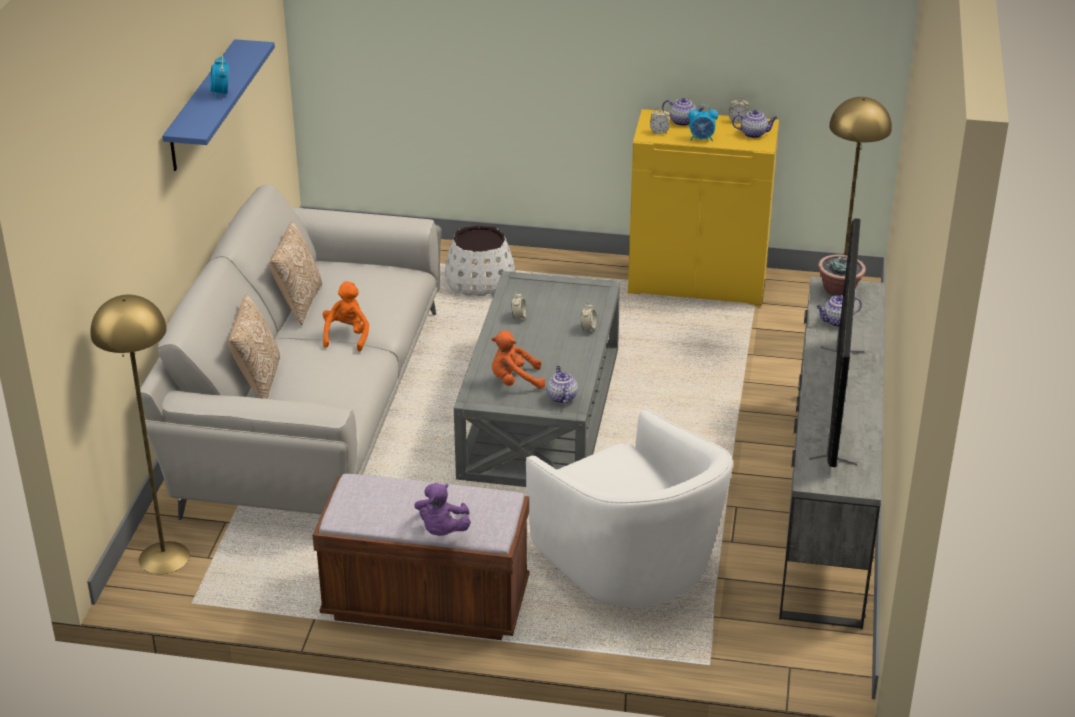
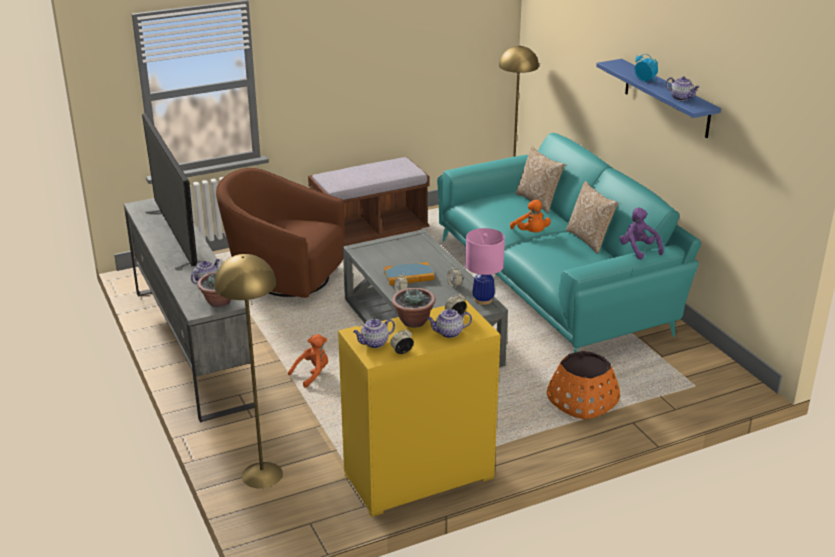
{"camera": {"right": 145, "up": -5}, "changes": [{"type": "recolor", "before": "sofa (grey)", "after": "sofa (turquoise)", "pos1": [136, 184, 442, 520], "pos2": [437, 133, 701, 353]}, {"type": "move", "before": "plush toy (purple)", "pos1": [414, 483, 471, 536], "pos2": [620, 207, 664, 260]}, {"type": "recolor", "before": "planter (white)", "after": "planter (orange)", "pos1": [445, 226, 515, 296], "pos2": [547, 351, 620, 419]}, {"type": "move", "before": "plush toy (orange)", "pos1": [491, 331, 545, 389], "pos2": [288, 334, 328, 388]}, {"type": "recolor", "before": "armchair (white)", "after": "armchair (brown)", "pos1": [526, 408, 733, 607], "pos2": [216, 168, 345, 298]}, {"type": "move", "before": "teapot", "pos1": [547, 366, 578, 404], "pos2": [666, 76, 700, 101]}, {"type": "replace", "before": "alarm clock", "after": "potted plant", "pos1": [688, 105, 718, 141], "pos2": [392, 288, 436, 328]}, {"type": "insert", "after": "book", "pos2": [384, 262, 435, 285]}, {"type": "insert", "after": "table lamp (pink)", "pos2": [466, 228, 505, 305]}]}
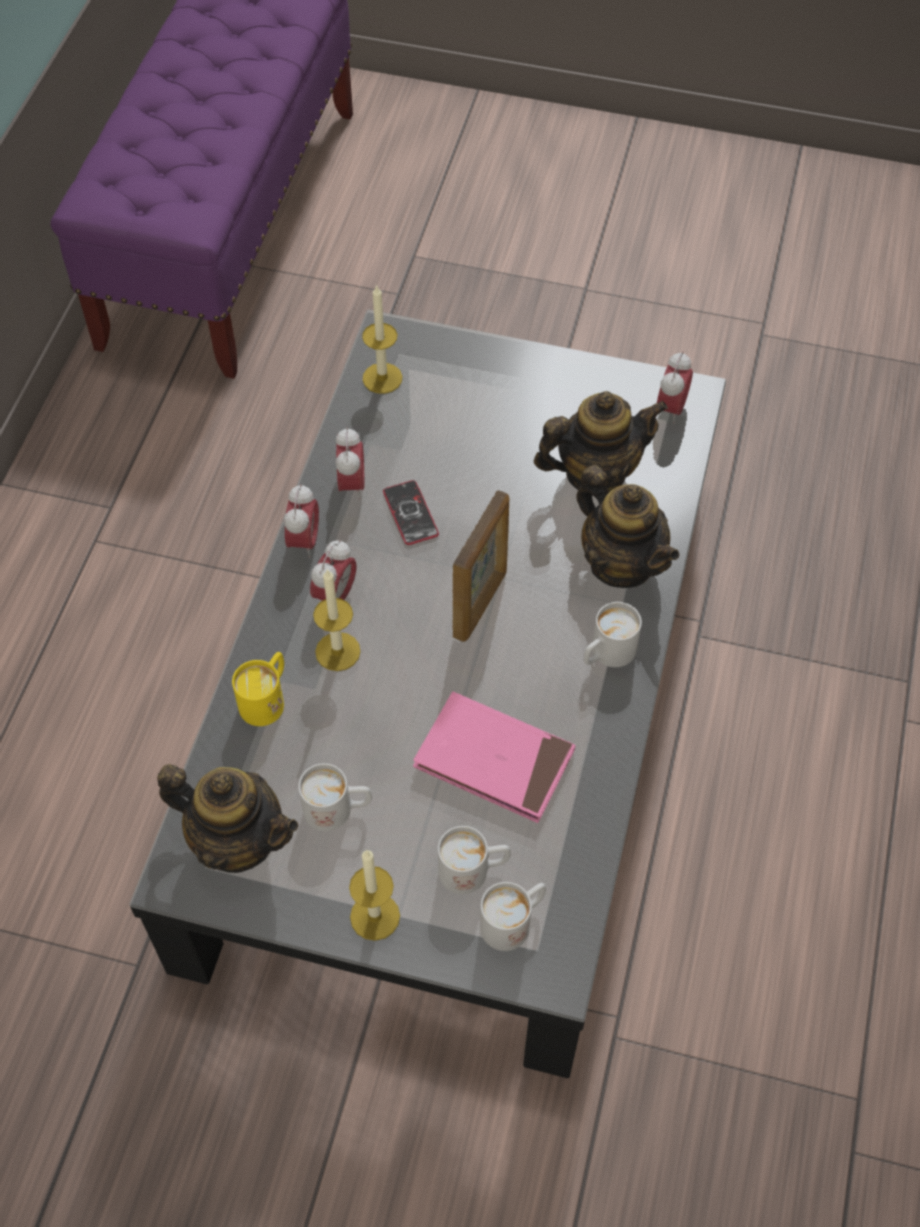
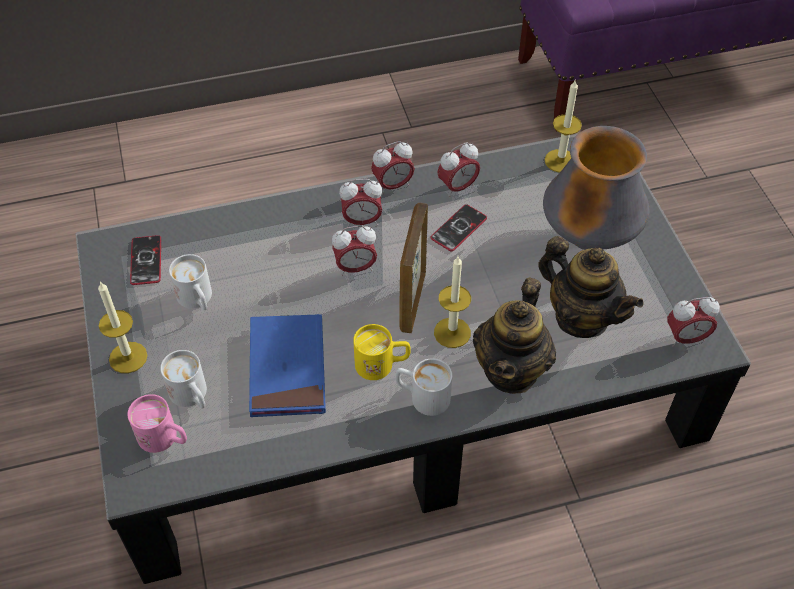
{"camera": {"right": 60, "up": -5}, "changes": [{"type": "replace", "before": "teapot", "after": "phone", "pos1": [158, 764, 298, 873], "pos2": [130, 235, 161, 285]}, {"type": "move", "before": "mug (yellow)", "pos1": [232, 652, 284, 726], "pos2": [353, 324, 411, 380]}, {"type": "move", "before": "candle", "pos1": [313, 569, 361, 671], "pos2": [434, 256, 471, 348]}, {"type": "recolor", "before": "book (pink)", "after": "book (blue)", "pos1": [413, 692, 576, 823], "pos2": [249, 314, 326, 417]}, {"type": "rotate", "before": "picture frame", "pos1": [452, 490, 509, 642], "pos2": [399, 203, 428, 333], "turn": 105}, {"type": "recolor", "before": "mug (white)", "after": "mug (pink)", "pos1": [480, 882, 546, 951], "pos2": [128, 394, 187, 453]}, {"type": "insert", "after": "alarm clock", "pos2": [332, 225, 377, 276]}, {"type": "insert", "after": "vase", "pos2": [543, 126, 649, 250]}]}
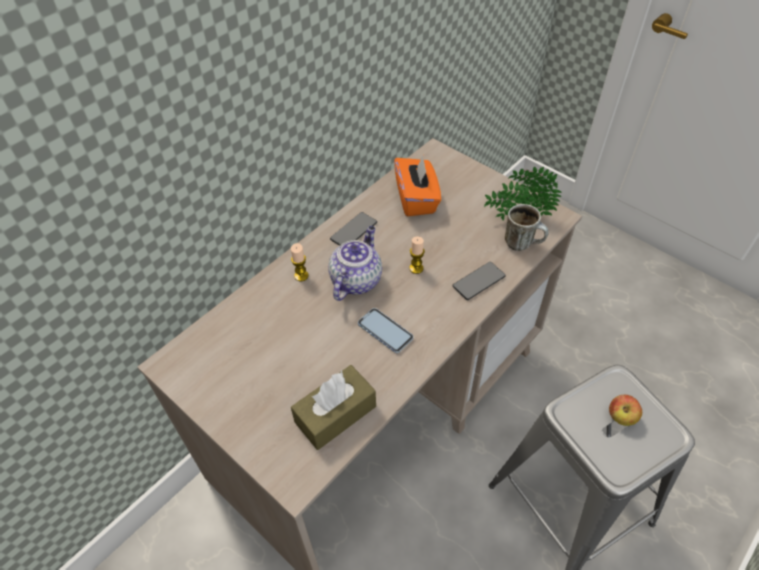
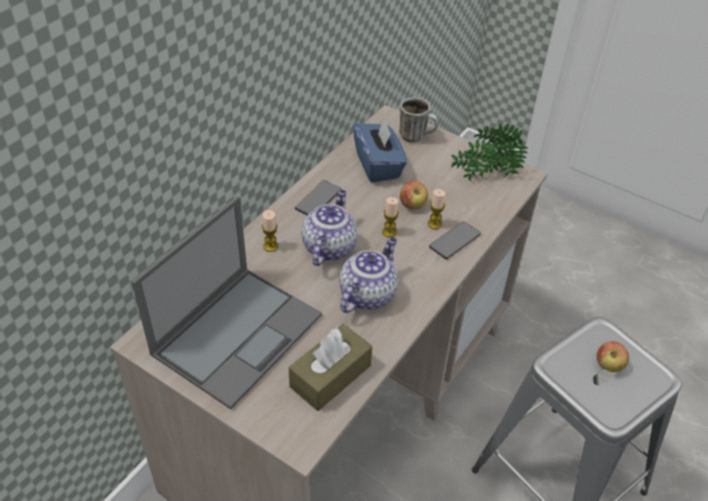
{"camera": {"right": -10, "up": -5}, "changes": [{"type": "replace", "before": "phone", "after": "teapot", "pos1": [358, 308, 414, 353], "pos2": [339, 238, 398, 313]}, {"type": "recolor", "before": "tissue box (orange)", "after": "tissue box (blue)", "pos1": [394, 156, 441, 217], "pos2": [353, 118, 407, 182]}, {"type": "move", "before": "mug", "pos1": [505, 204, 549, 251], "pos2": [399, 97, 439, 142]}, {"type": "insert", "after": "laptop", "pos2": [131, 196, 322, 409]}, {"type": "insert", "after": "apple", "pos2": [400, 181, 428, 209]}, {"type": "insert", "after": "candle", "pos2": [428, 189, 445, 229]}]}
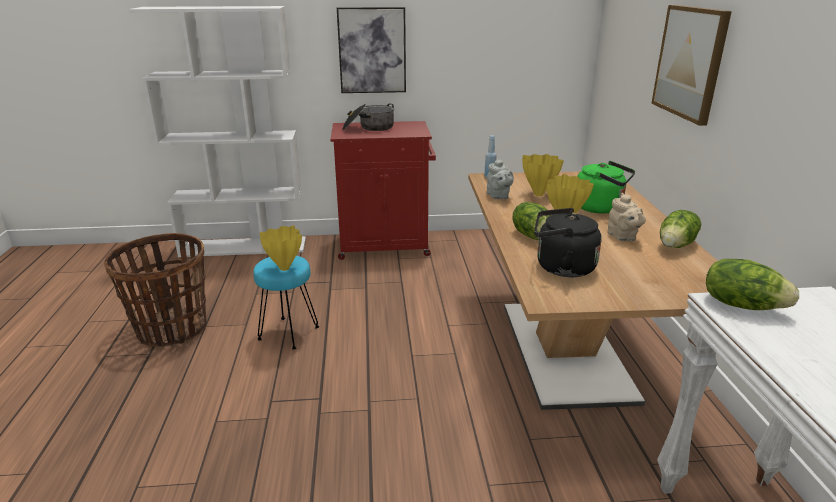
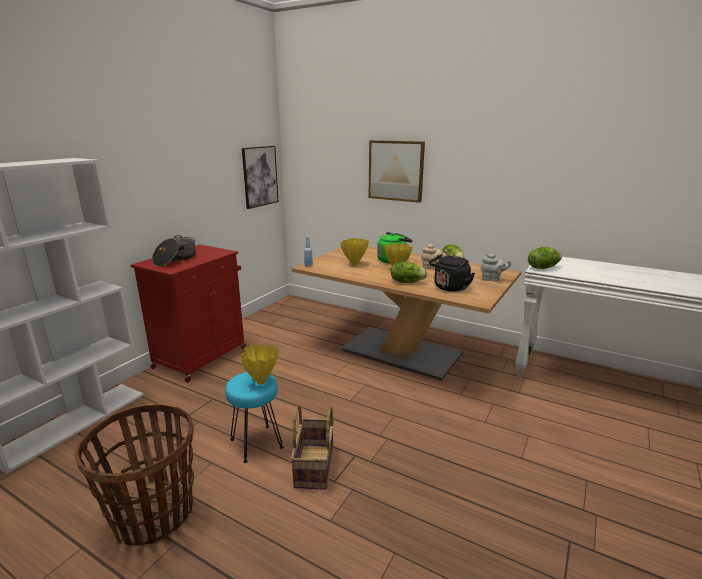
{"camera": {"right": -55, "up": -5}, "changes": [{"type": "move", "before": "picture", "pos1": [337, 7, 406, 93], "pos2": [242, 146, 278, 209]}, {"type": "move", "before": "teapot (grey)", "pos1": [487, 158, 514, 199], "pos2": [480, 253, 511, 281]}, {"type": "insert", "after": "basket", "pos2": [290, 405, 334, 490]}]}
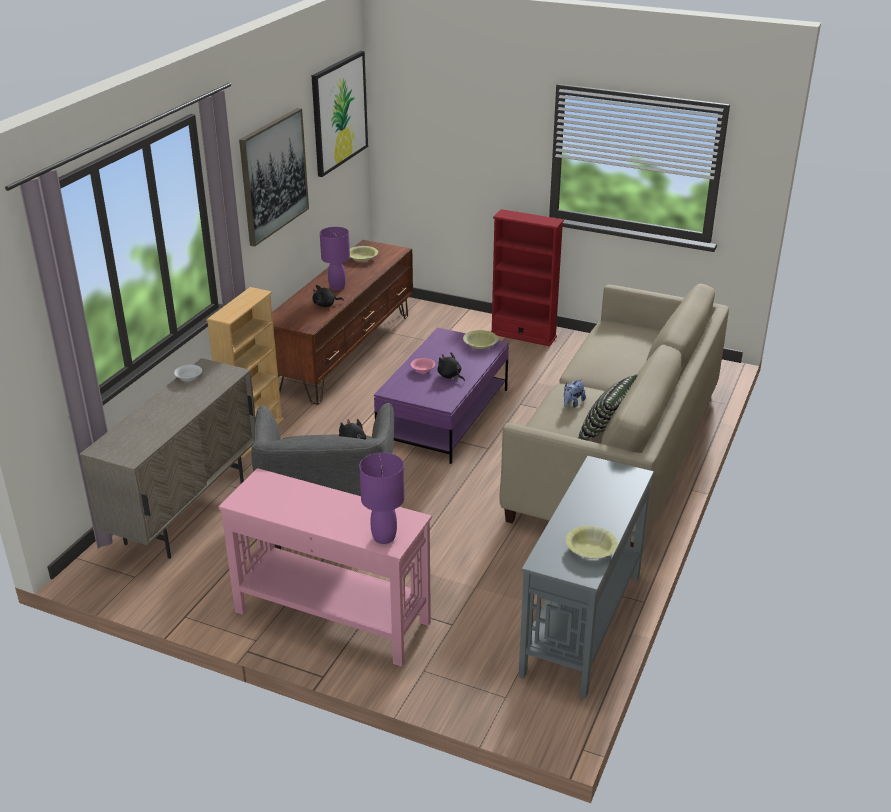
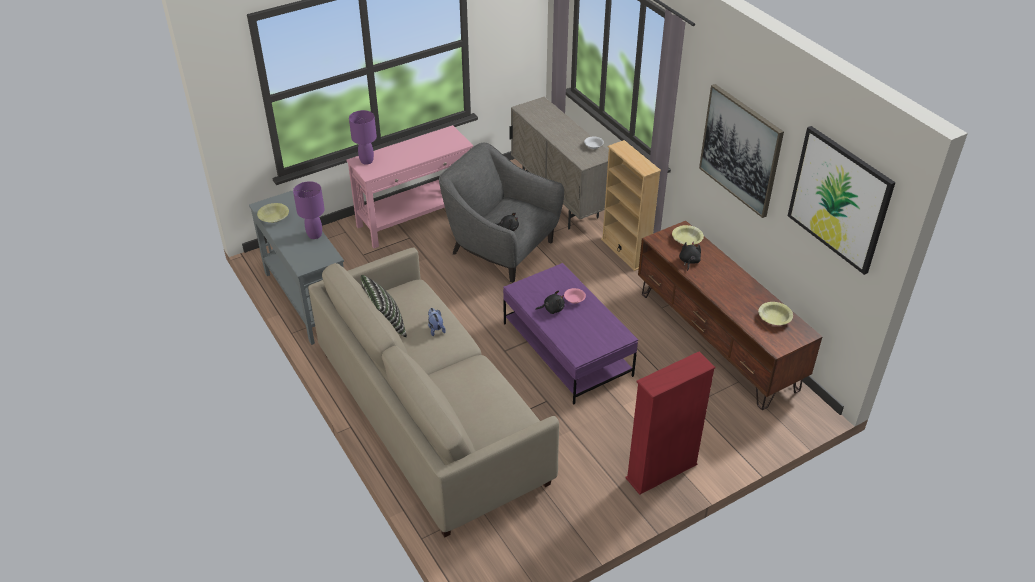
{"camera": {"right": 125, "up": 10}, "changes": [{"type": "move", "before": "table lamp (purple)", "pos1": [320, 227, 350, 291], "pos2": [293, 181, 325, 239]}, {"type": "move", "before": "bowl (yellow)", "pos1": [463, 330, 498, 349], "pos2": [672, 225, 704, 245]}]}
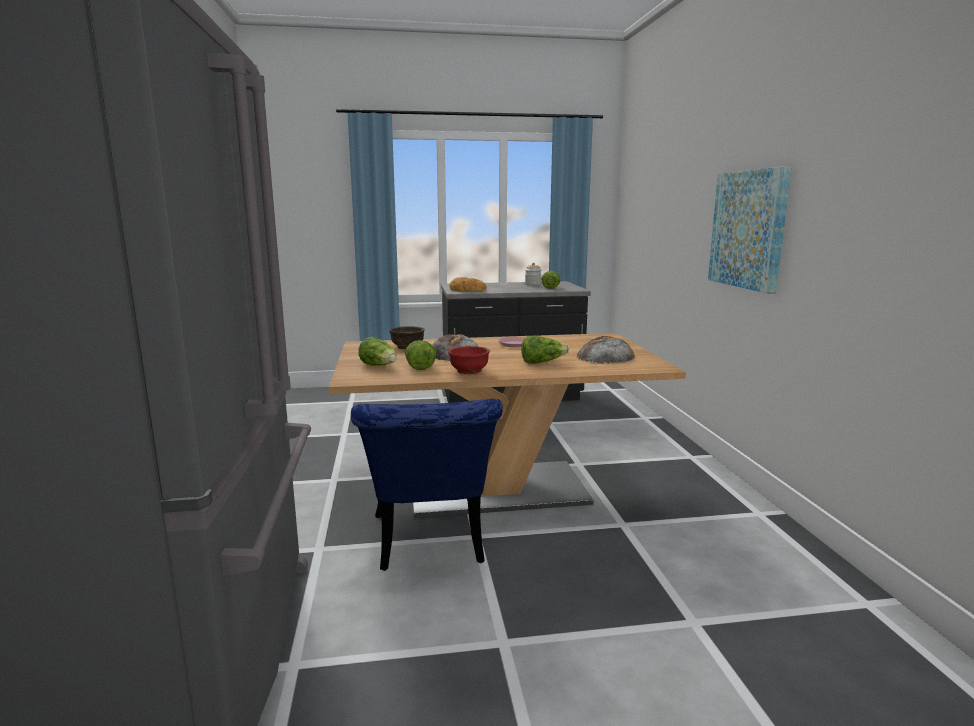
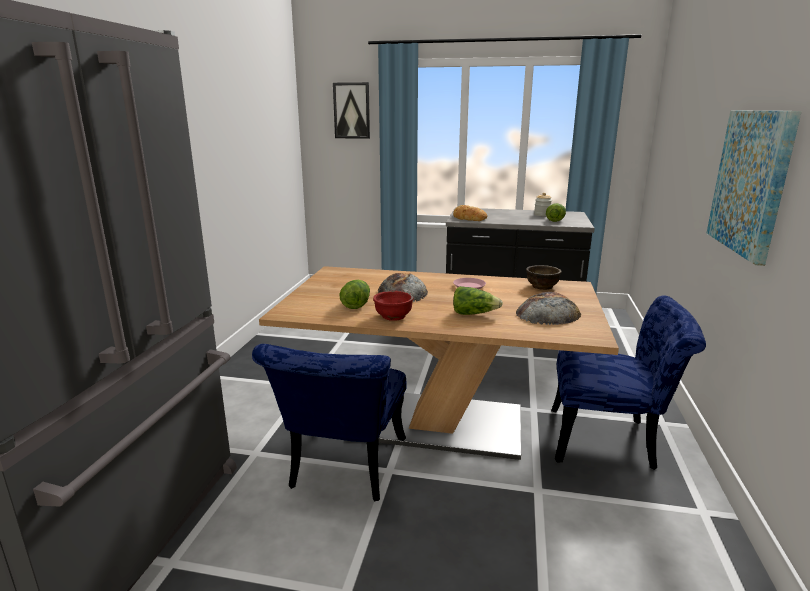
{"camera": {"right": 20, "up": 5}, "changes": [{"type": "delete", "before": "lettuce", "pos1": [358, 337, 397, 366]}, {"type": "move", "before": "bowl (brown)", "pos1": [389, 326, 425, 349], "pos2": [526, 265, 562, 290]}, {"type": "insert", "after": "picture", "pos2": [333, 82, 370, 139]}, {"type": "insert", "after": "chair (blue)", "pos2": [551, 295, 706, 470]}]}
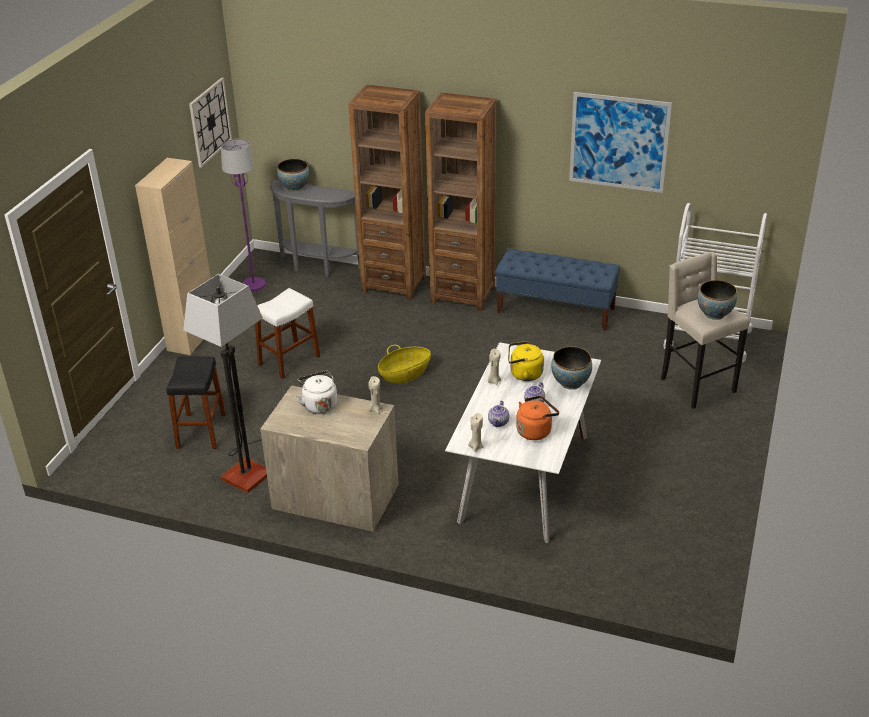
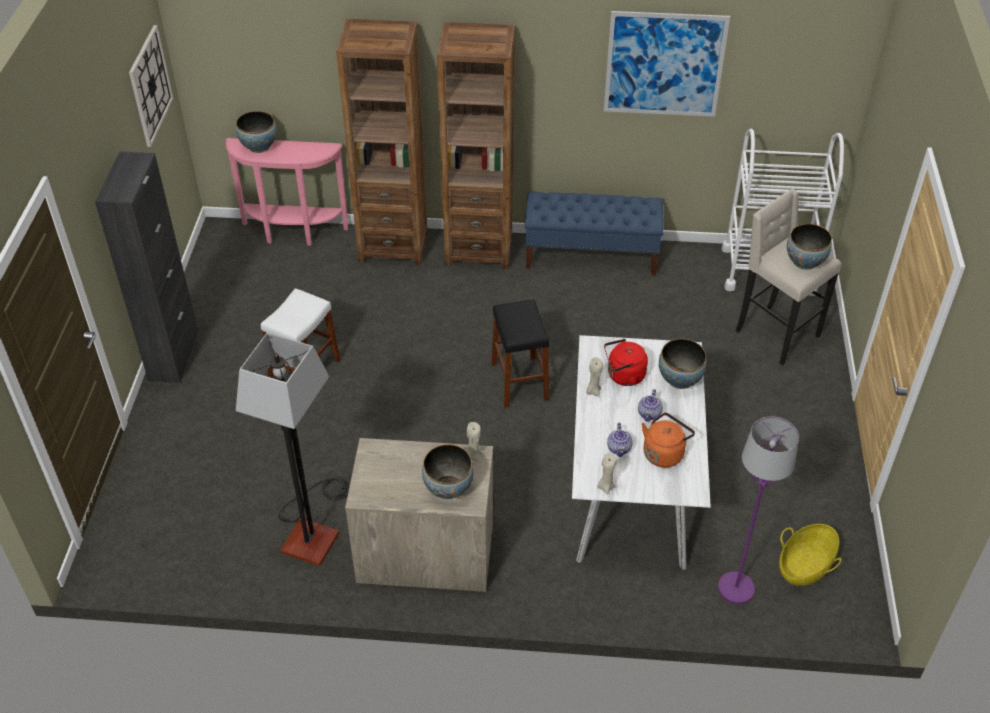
{"camera": {"right": -15, "up": 10}, "changes": [{"type": "recolor", "before": "cabinet (beige)", "after": "cabinet (black)", "pos1": [135, 158, 211, 355], "pos2": [95, 151, 198, 383]}, {"type": "move", "before": "stool (black)", "pos1": [167, 356, 226, 449], "pos2": [491, 300, 550, 407]}, {"type": "move", "before": "floor lamp (purple)", "pos1": [221, 139, 266, 291], "pos2": [718, 416, 799, 604]}, {"type": "recolor", "before": "console table (grey)", "after": "console table (pink)", "pos1": [270, 180, 360, 277], "pos2": [225, 138, 348, 246]}, {"type": "delete", "before": "kettle (white)", "pos1": [296, 371, 337, 414]}, {"type": "move", "before": "basket", "pos1": [378, 345, 431, 384], "pos2": [779, 524, 841, 586]}, {"type": "recolor", "before": "kettle (yellow)", "after": "kettle (red)", "pos1": [508, 341, 544, 381], "pos2": [604, 339, 648, 386]}, {"type": "insert", "after": "bowl", "pos2": [422, 444, 474, 499]}]}
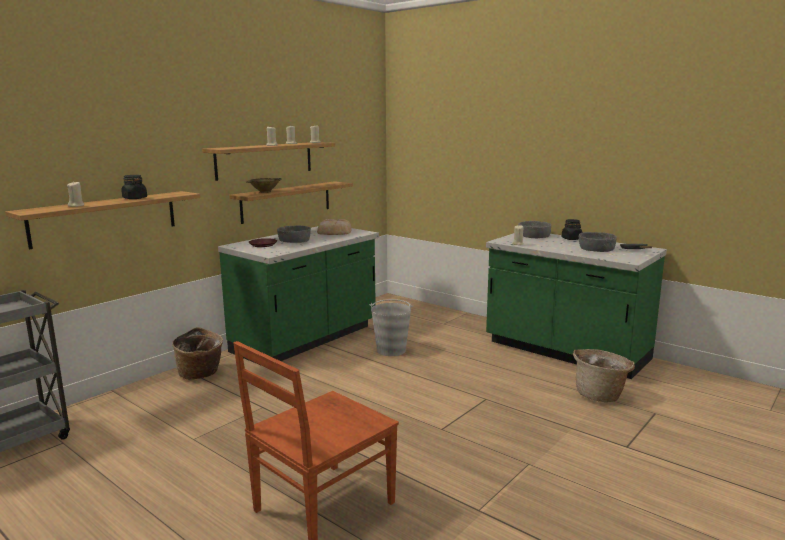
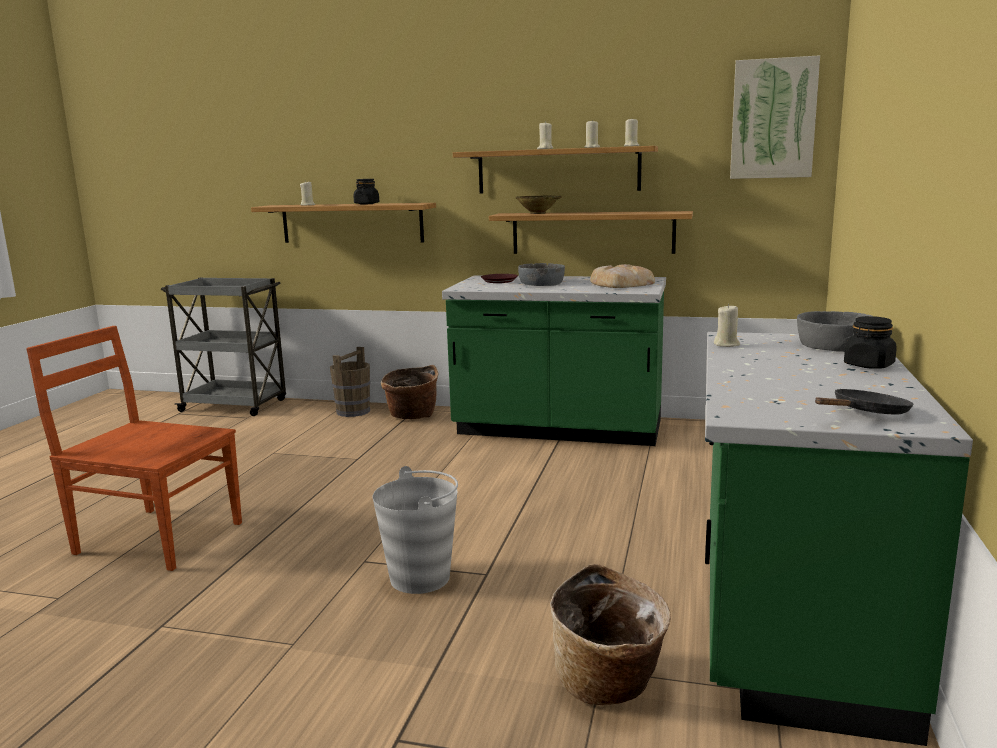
{"camera": {"right": 65, "up": 0}, "changes": [{"type": "move", "before": "bucket (grey)", "pos1": [370, 299, 413, 356], "pos2": [373, 466, 458, 594]}, {"type": "delete", "before": "bowl (grey)", "pos1": [579, 232, 617, 252]}, {"type": "insert", "after": "bucket (brown)", "pos2": [330, 347, 370, 417]}, {"type": "insert", "after": "picture", "pos2": [730, 55, 820, 179]}]}
